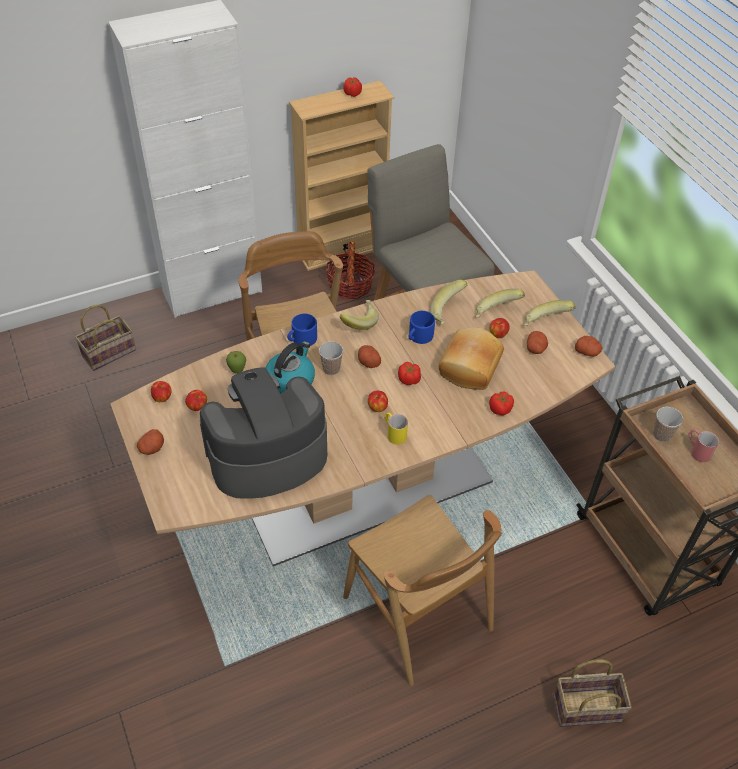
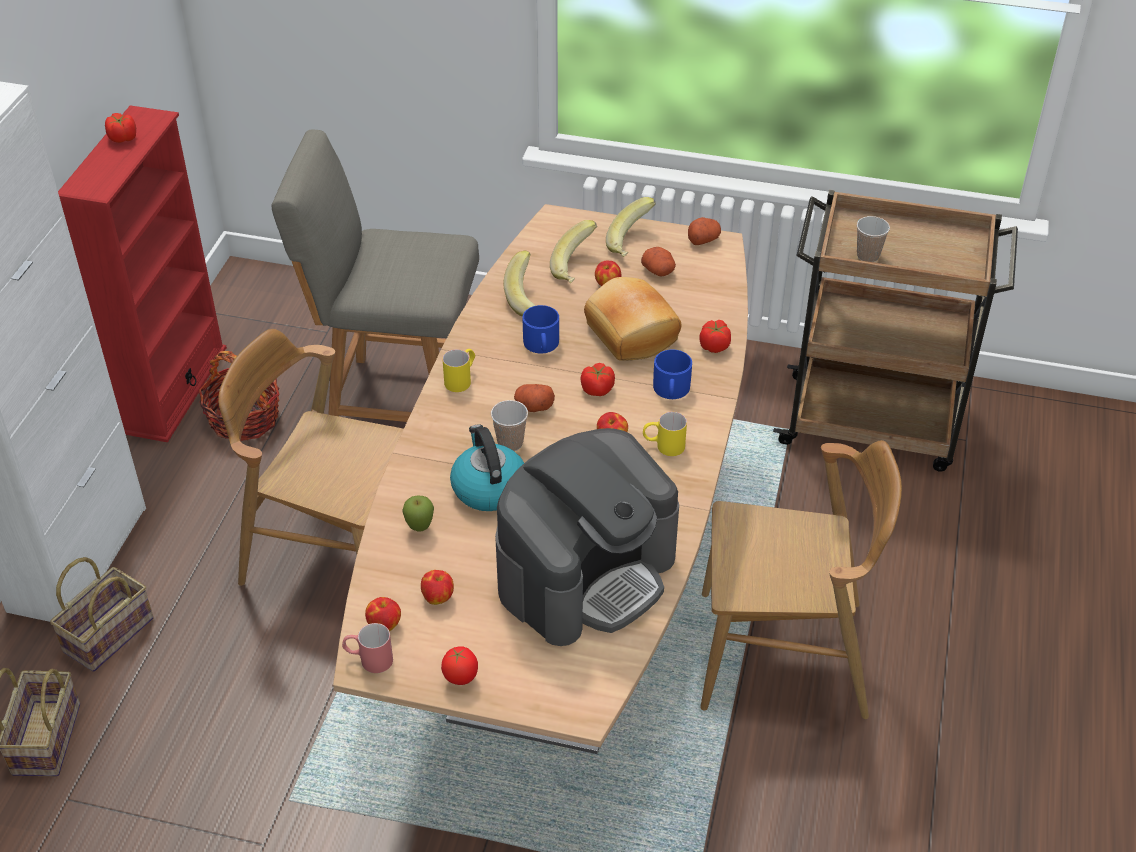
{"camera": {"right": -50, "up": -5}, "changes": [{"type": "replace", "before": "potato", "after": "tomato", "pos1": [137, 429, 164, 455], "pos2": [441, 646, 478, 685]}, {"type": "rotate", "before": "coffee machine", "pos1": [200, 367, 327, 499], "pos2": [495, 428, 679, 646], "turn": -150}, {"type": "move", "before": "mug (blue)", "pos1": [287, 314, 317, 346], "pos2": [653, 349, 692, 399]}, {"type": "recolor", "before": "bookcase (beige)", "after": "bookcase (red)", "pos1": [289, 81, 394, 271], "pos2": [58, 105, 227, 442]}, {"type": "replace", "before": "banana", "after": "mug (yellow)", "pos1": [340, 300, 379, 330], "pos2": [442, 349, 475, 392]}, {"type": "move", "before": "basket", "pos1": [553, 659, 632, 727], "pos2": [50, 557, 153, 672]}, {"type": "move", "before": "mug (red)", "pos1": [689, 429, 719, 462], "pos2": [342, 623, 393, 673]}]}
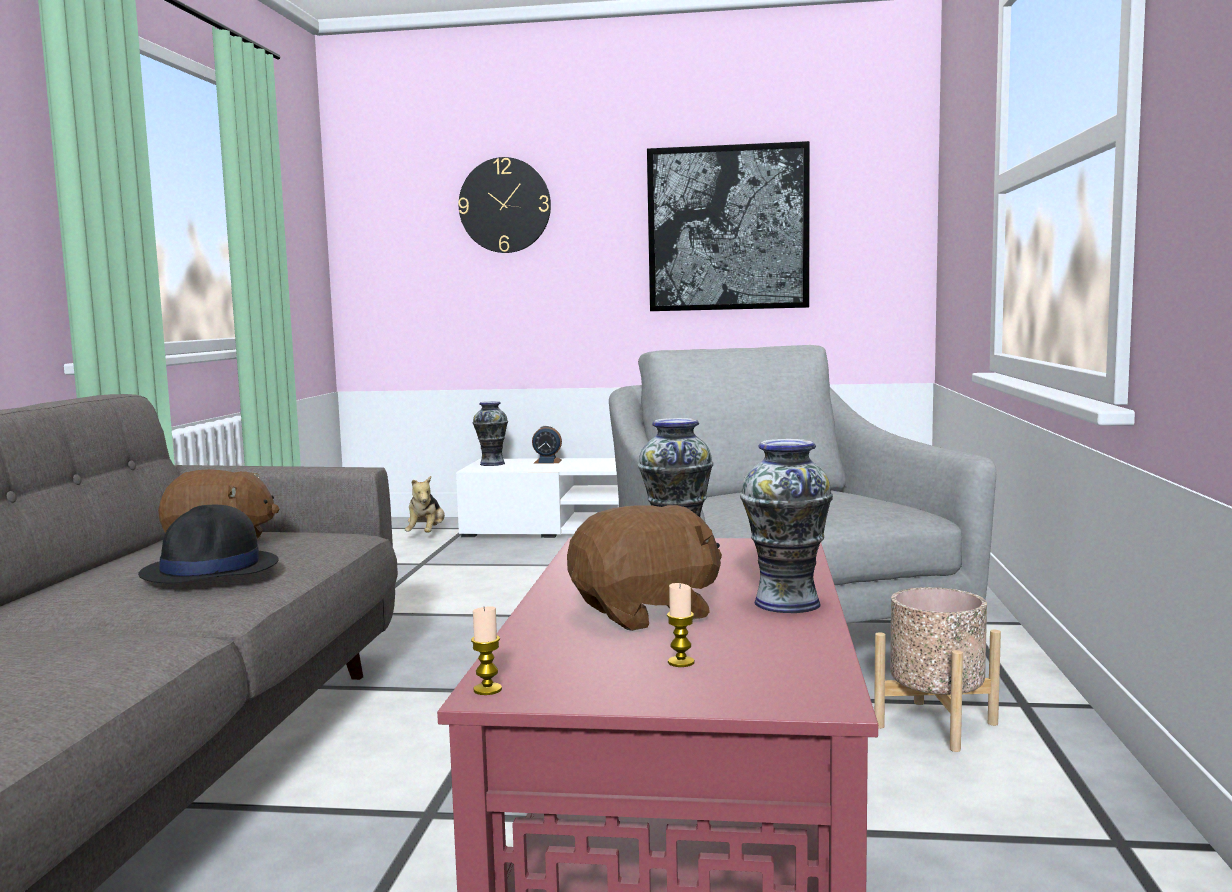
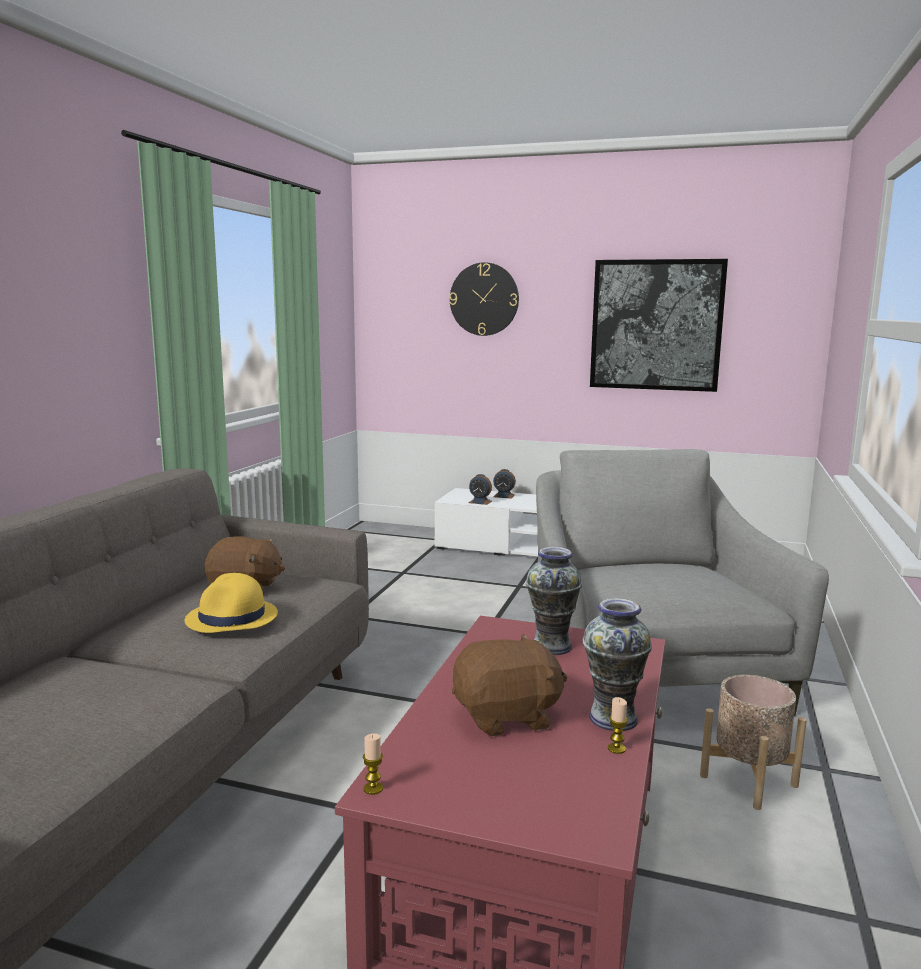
{"camera": {"right": 10, "up": 5}, "changes": [{"type": "recolor", "before": "hat (black)", "after": "hat (yellow)", "pos1": [138, 505, 278, 583], "pos2": [185, 573, 278, 633]}, {"type": "delete", "before": "plush toy", "pos1": [405, 476, 445, 533]}, {"type": "delete", "before": "vase", "pos1": [473, 401, 508, 466]}, {"type": "move", "before": "candle", "pos1": [667, 583, 695, 667], "pos2": [608, 697, 628, 754]}, {"type": "insert", "after": "alarm clock", "pos2": [469, 474, 492, 505]}]}
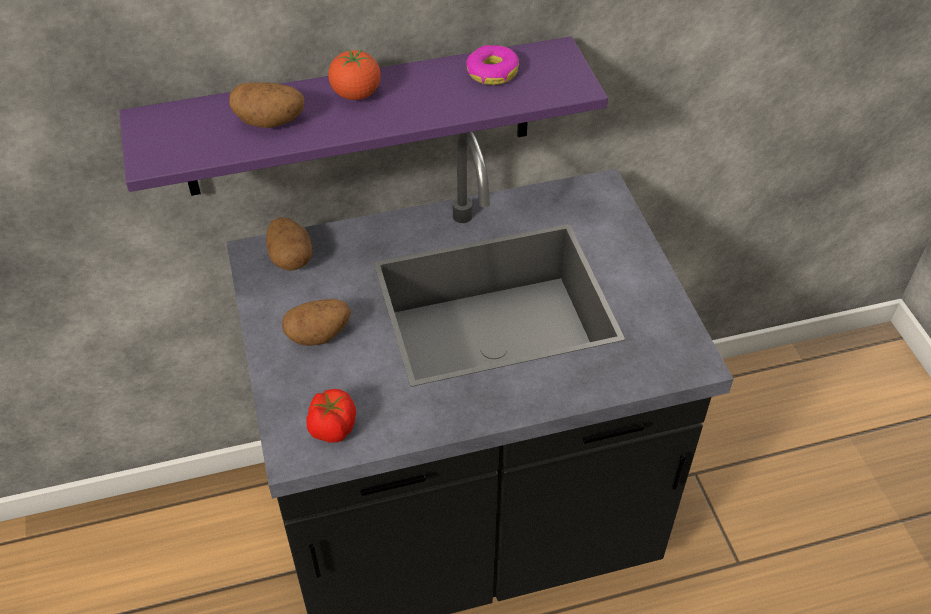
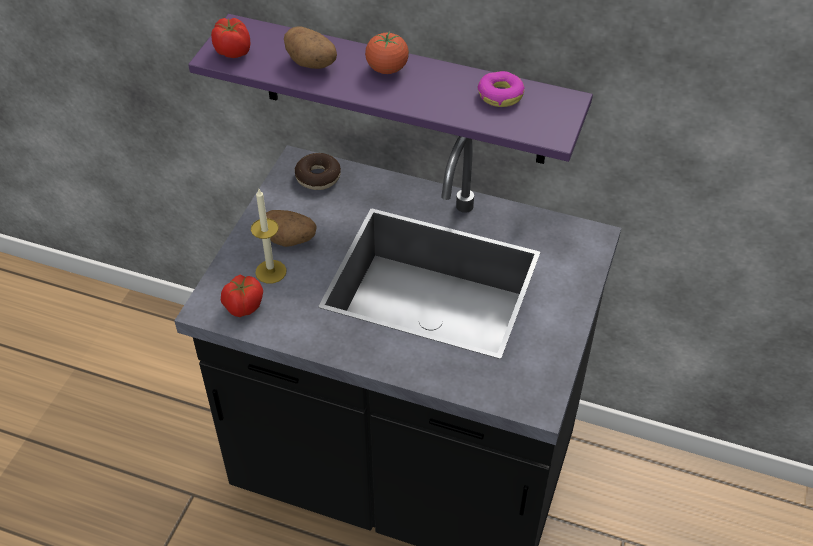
{"camera": {"right": 35, "up": 0}, "changes": [{"type": "replace", "before": "potato", "after": "donut", "pos1": [266, 217, 312, 271], "pos2": [295, 153, 341, 190]}, {"type": "insert", "after": "tomato", "pos2": [211, 18, 250, 58]}, {"type": "insert", "after": "candle", "pos2": [251, 189, 287, 283]}]}
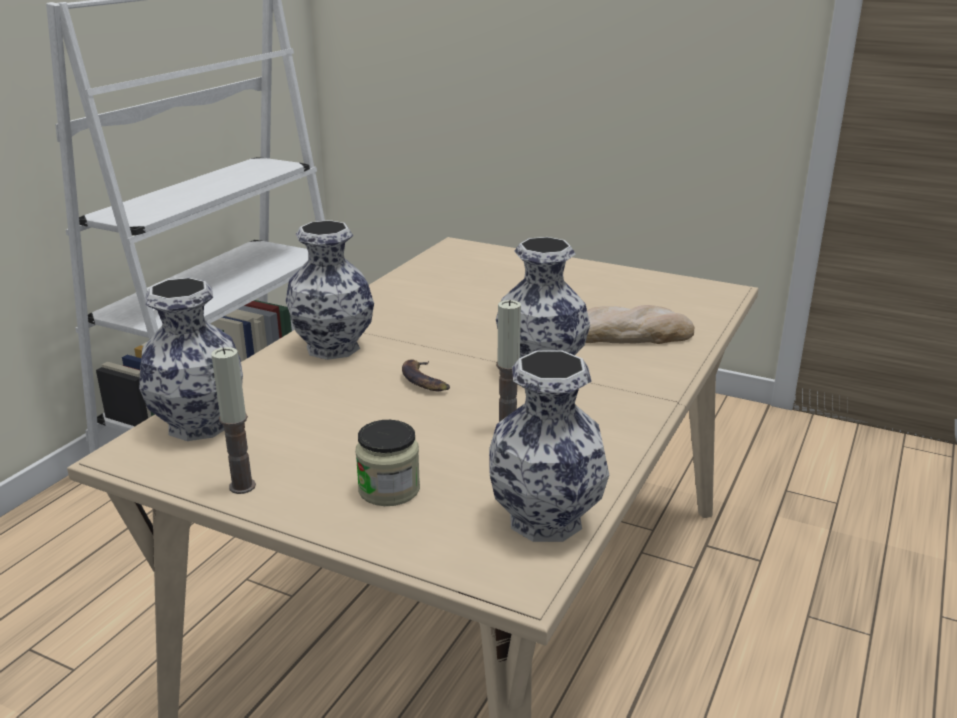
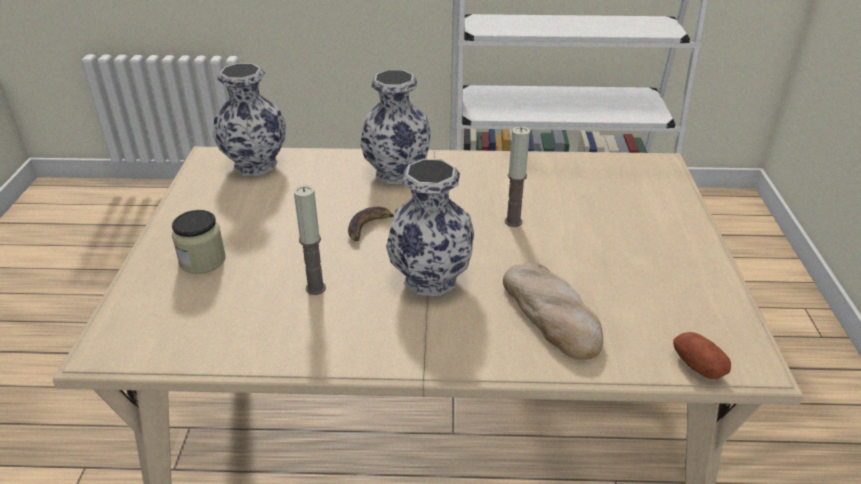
{"camera": {"right": 65, "up": 10}, "changes": [{"type": "move", "before": "candle", "pos1": [211, 347, 256, 494], "pos2": [505, 126, 530, 227]}, {"type": "delete", "before": "vase", "pos1": [489, 350, 609, 542]}, {"type": "insert", "after": "potato", "pos2": [673, 332, 731, 379]}]}
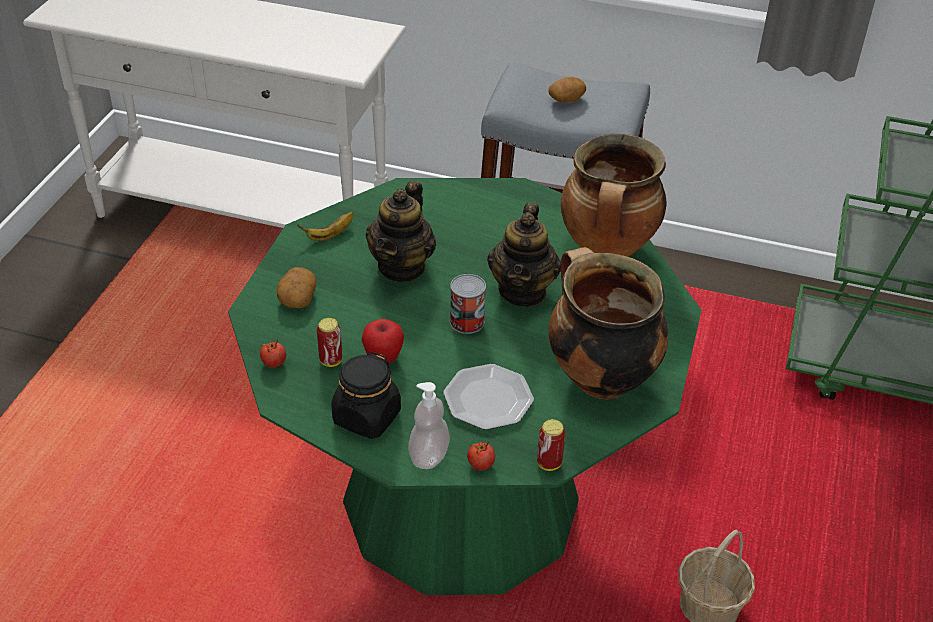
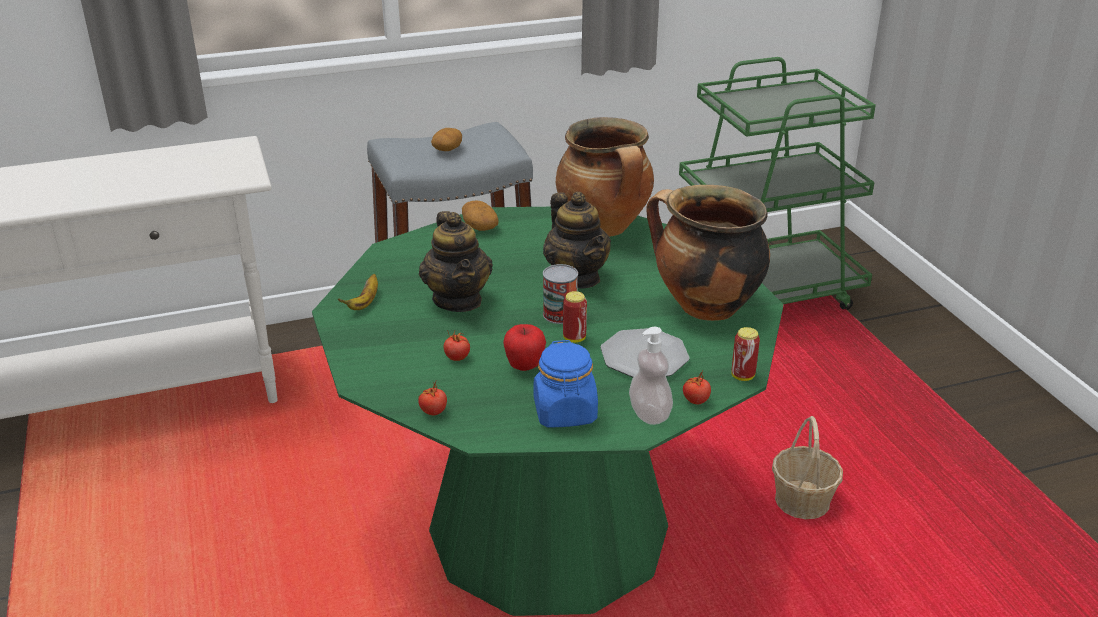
{"camera": {"right": -35, "up": -10}, "changes": [{"type": "move", "before": "potato", "pos1": [277, 267, 316, 308], "pos2": [462, 201, 499, 231]}, {"type": "move", "before": "can", "pos1": [317, 318, 342, 367], "pos2": [563, 291, 587, 343]}, {"type": "recolor", "before": "jar (black)", "after": "jar (blue)", "pos1": [331, 352, 401, 439], "pos2": [534, 340, 598, 428]}, {"type": "insert", "after": "tomato", "pos2": [444, 330, 470, 361]}]}
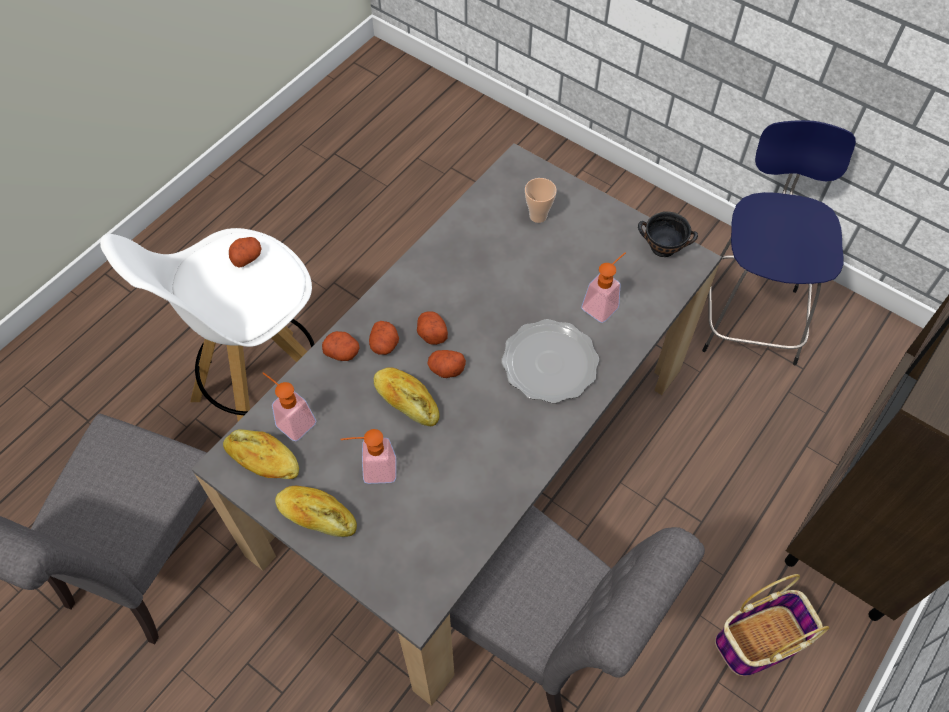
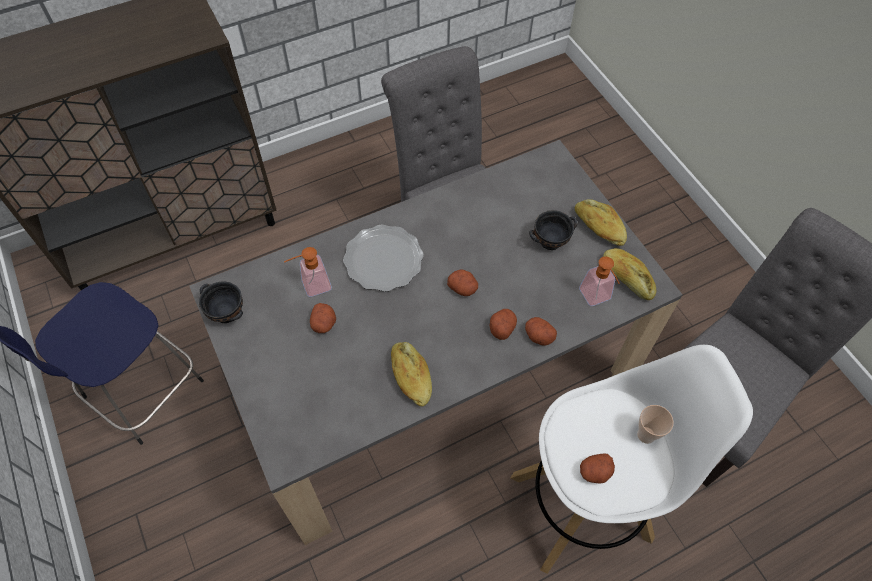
{"camera": {"right": -155, "up": 0}, "changes": [{"type": "replace", "before": "soap dispenser", "after": "bowl (black)", "pos1": [340, 429, 396, 484], "pos2": [529, 210, 577, 250]}, {"type": "move", "before": "bread", "pos1": [374, 367, 440, 426], "pos2": [391, 342, 432, 407]}, {"type": "move", "before": "potato", "pos1": [417, 311, 448, 345], "pos2": [310, 303, 336, 333]}, {"type": "move", "before": "cup", "pos1": [525, 178, 556, 223], "pos2": [637, 405, 674, 444]}, {"type": "delete", "before": "basket", "pos1": [715, 574, 829, 676]}]}
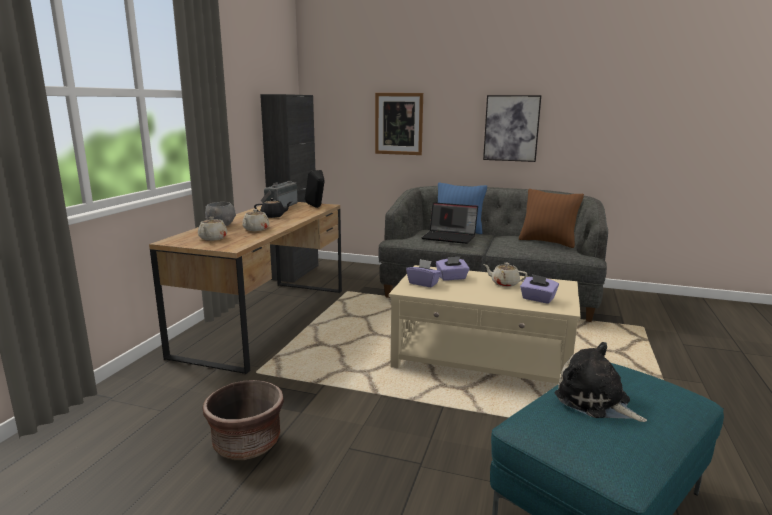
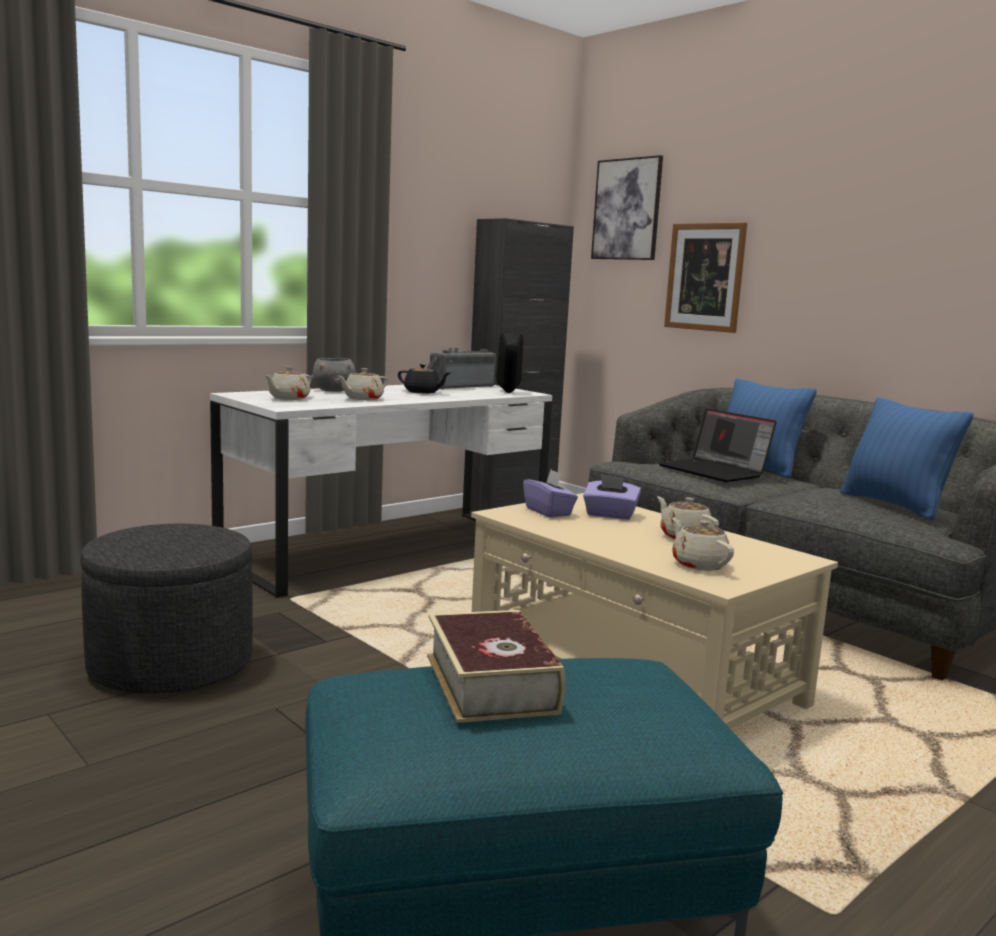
{"camera": {"right": 30, "up": -5}, "changes": [{"type": "recolor", "before": "desk (brown)", "after": "desk (white)", "pos1": [149, 202, 342, 375], "pos2": [210, 385, 552, 598]}, {"type": "replace", "before": "planter (brown)", "after": "ottoman (grey)", "pos1": [203, 380, 284, 460], "pos2": [80, 524, 253, 694]}, {"type": "move", "before": "picture", "pos1": [483, 95, 542, 162], "pos2": [591, 155, 663, 260]}, {"type": "recolor", "before": "pillow (brown)", "after": "pillow (blue)", "pos1": [519, 189, 584, 248], "pos2": [840, 397, 974, 520]}, {"type": "replace", "before": "tissue box (purple)", "after": "teapot (beige)", "pos1": [520, 274, 559, 304], "pos2": [672, 518, 734, 571]}, {"type": "replace", "before": "plush toy", "after": "book", "pos1": [555, 342, 647, 422], "pos2": [427, 610, 565, 723]}]}
